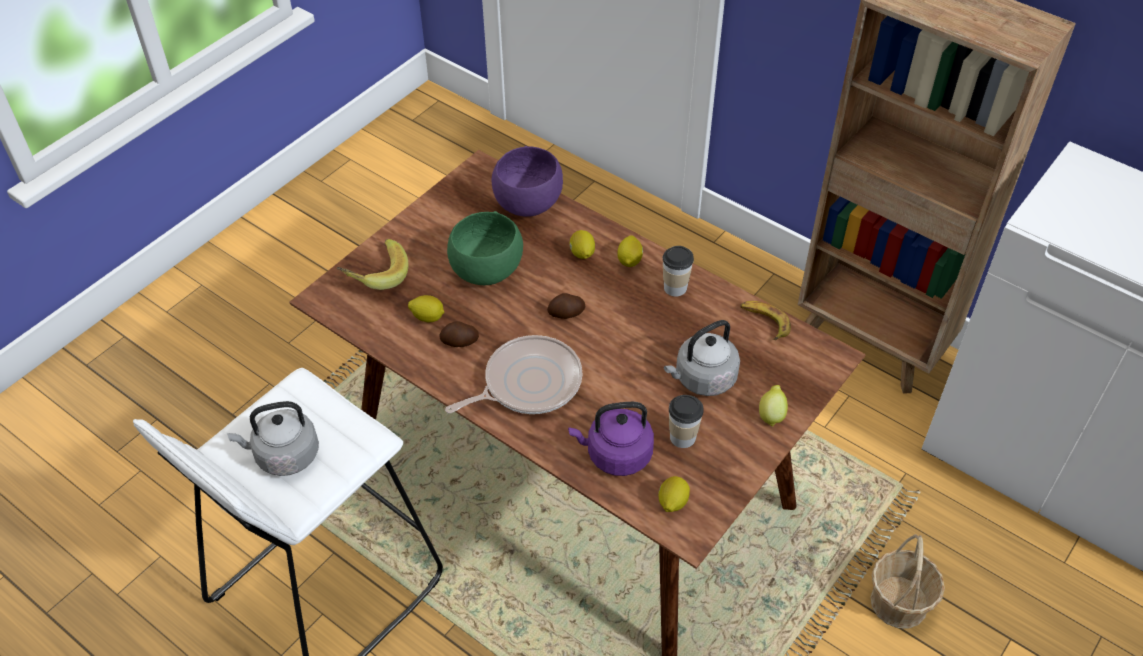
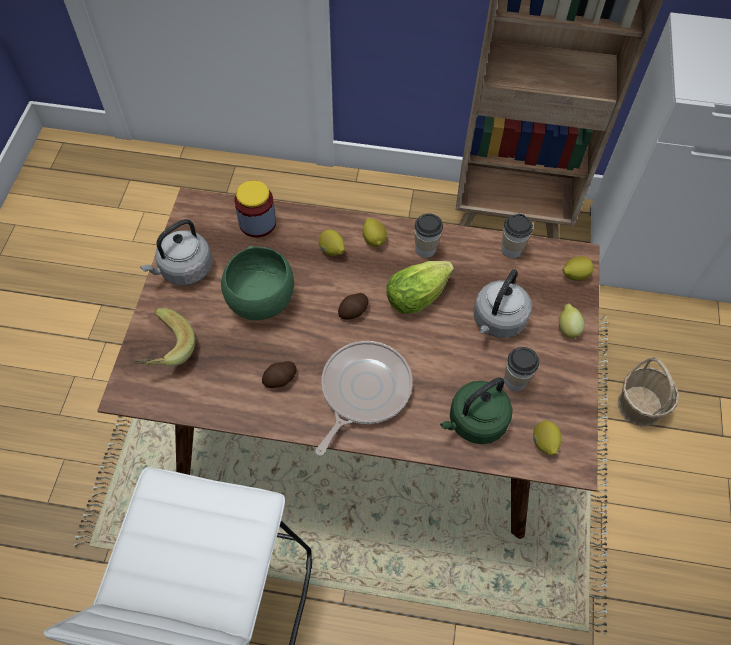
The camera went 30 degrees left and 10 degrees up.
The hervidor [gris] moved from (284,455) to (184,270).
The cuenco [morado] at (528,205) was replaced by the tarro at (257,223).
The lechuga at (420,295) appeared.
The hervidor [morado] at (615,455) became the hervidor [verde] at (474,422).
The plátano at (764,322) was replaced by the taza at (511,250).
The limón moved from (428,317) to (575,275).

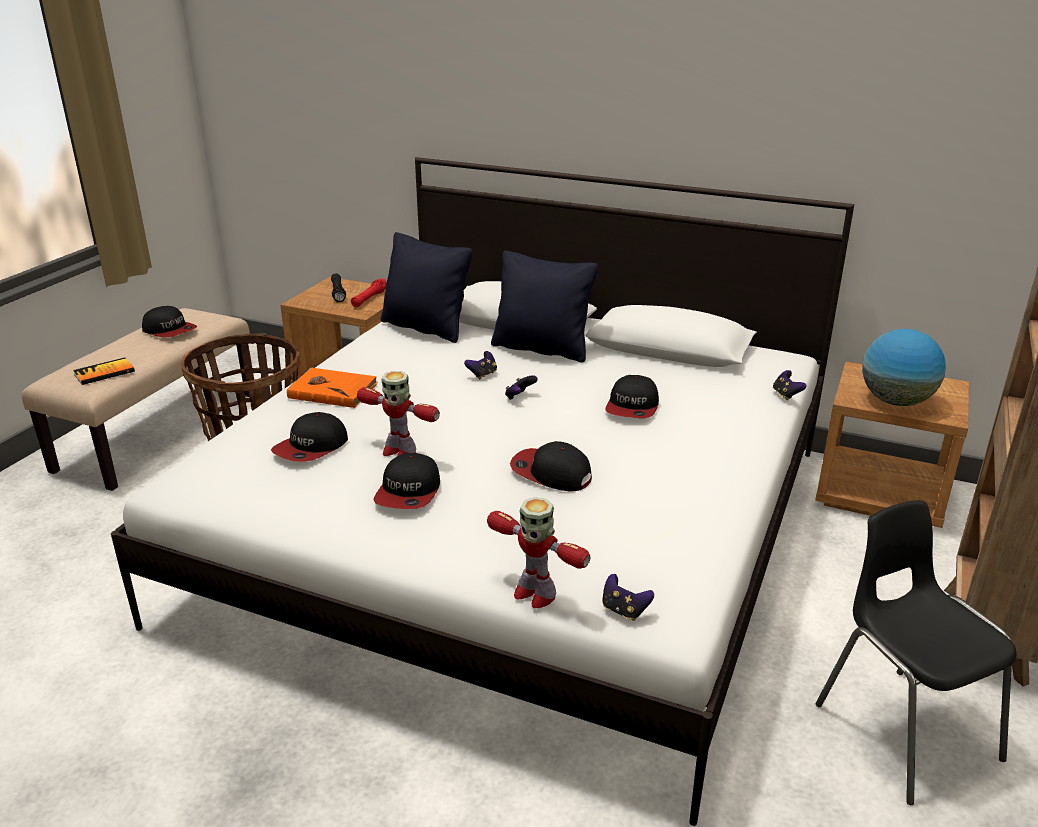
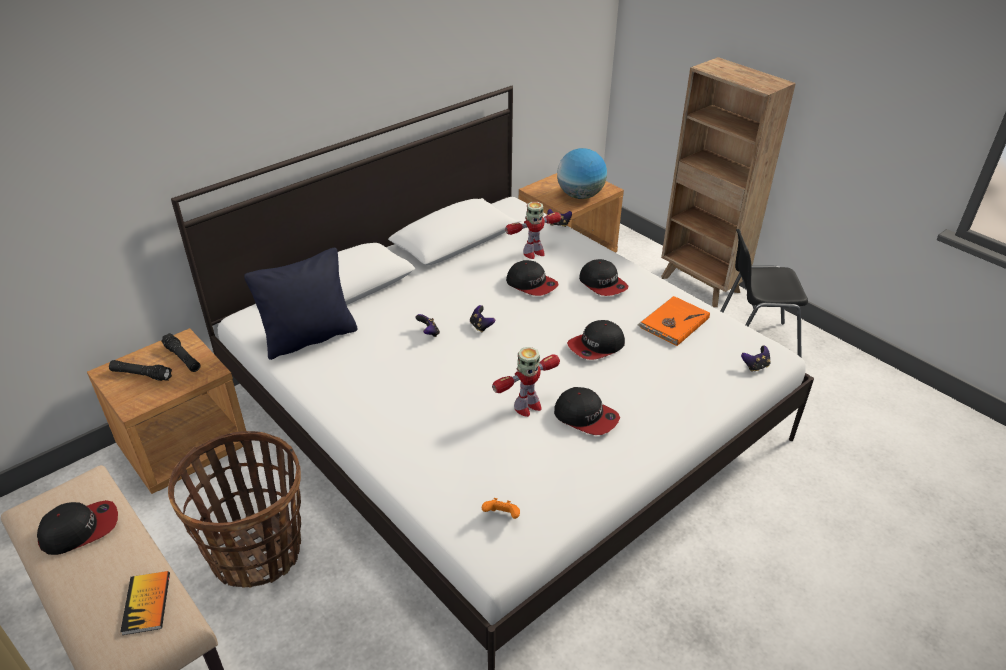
The camera went 65 degrees left and 10 degrees up.
The linterna [rojo] at (369,299) became the linterna [negro] at (183,358).
The mando de consola [naranja] at (502,516) appeared.
The robot de juguete moved from (534,593) to (533,253).
The gorra moved from (311,447) to (603,284).
The libro [naranja] moved from (332,390) to (673,323).
The cojín [negro] at (542,349) disappeared.

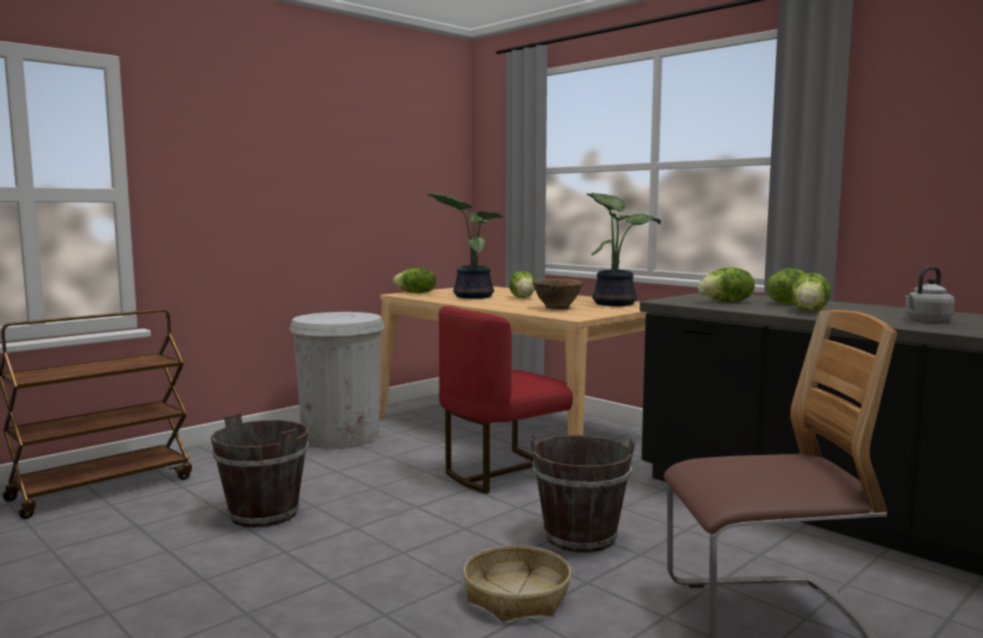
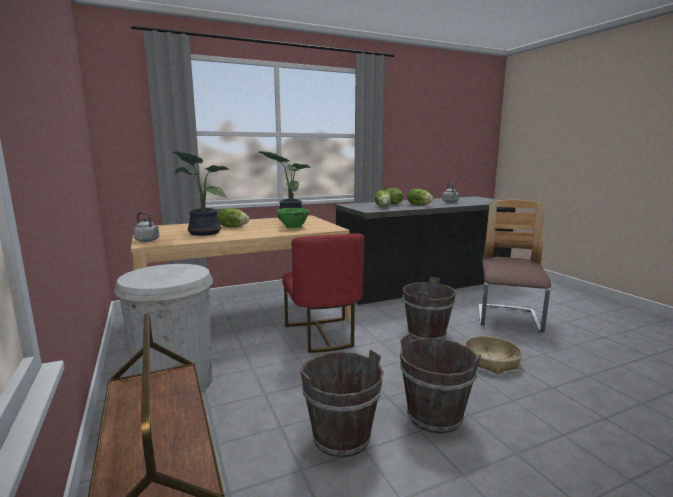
The camera went 70 degrees left and 5 degrees up.
The lechuga at (416,293) was replaced by the hervidor [gris] at (148,240).
The cuenco [marrón] at (557,308) became the cuenco [verde] at (293,227).
The cubo [marrón] at (434,416) appeared.

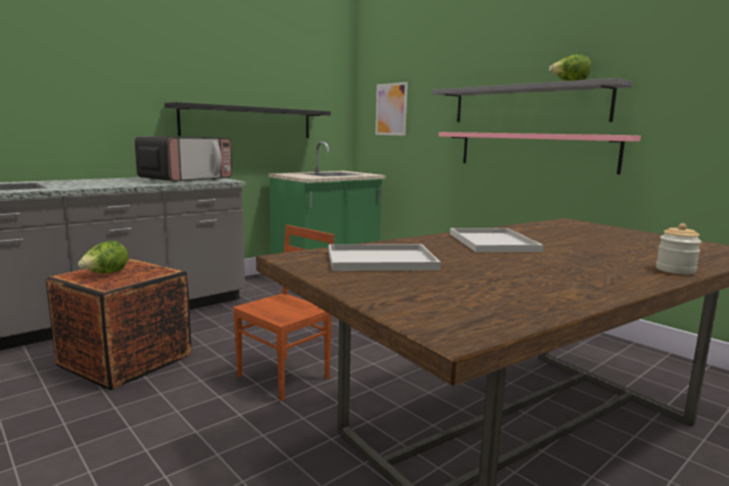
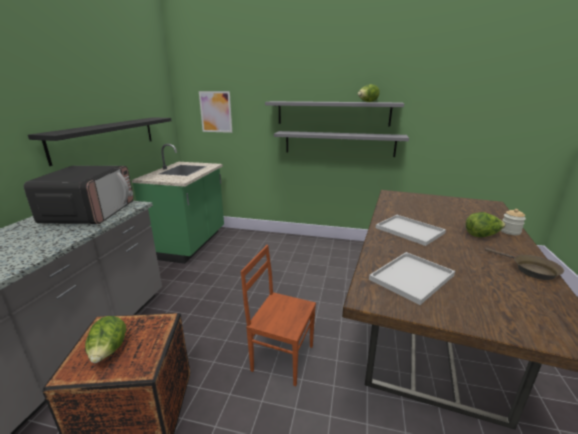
The camera went 35 degrees left and 10 degrees up.
The silla [marrón] at (285,377) turned 75 degrees counterclockwise.
The estante [rosa] at (534,151) became the estante [gris] at (339,143).
The lechuga at (482,235) appeared.
The sartén [marrón] at (531,270) appeared.

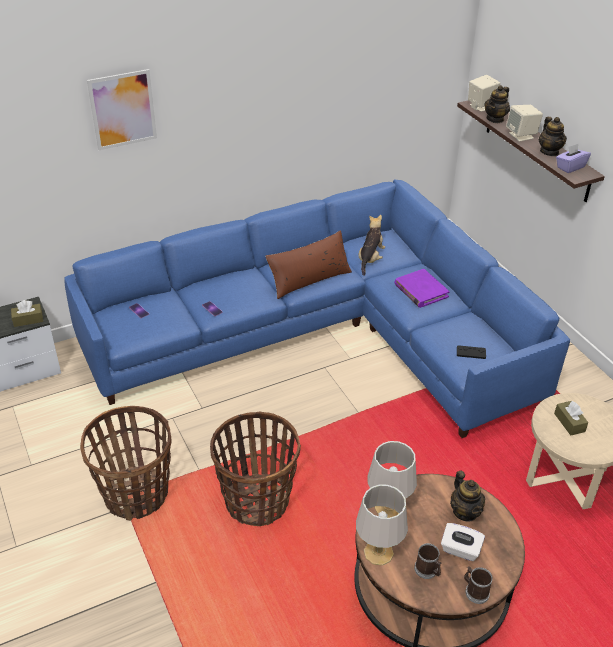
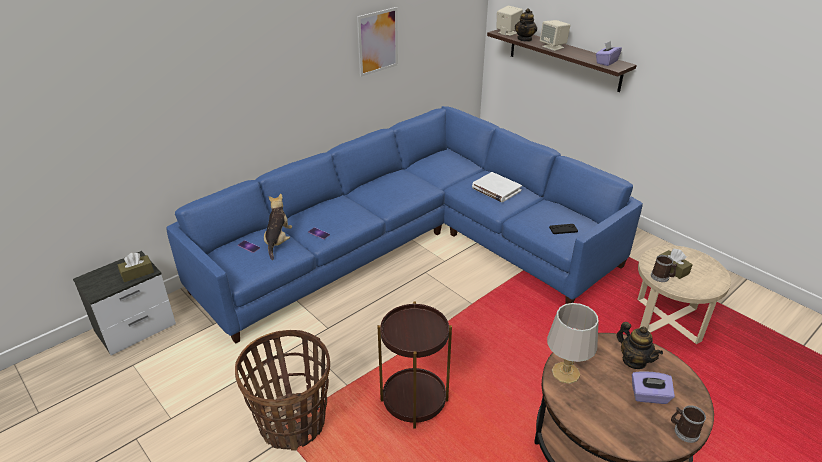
The camera went 15 degrees left and 5 degrees down.
The peluche moved from (370,259) to (278,241).
The cuadro moved from (123,109) to (378,41).
The cesta at (257,500) was replaced by the mesa auxiliar [marrón] at (414,401).
The libro [morado] at (420,290) became the libro [blanco] at (496,189).
The caja de pañuelos [blanco] at (460,550) became the caja de pañuelos [morado] at (649,396).
The taza grande moved from (428,570) to (662,277).
The cojín [marrón] at (309,280) disappeared.
The lámpara de mesa [gris] at (379,552) disappeared.
The tetera at (549,152) disappeared.

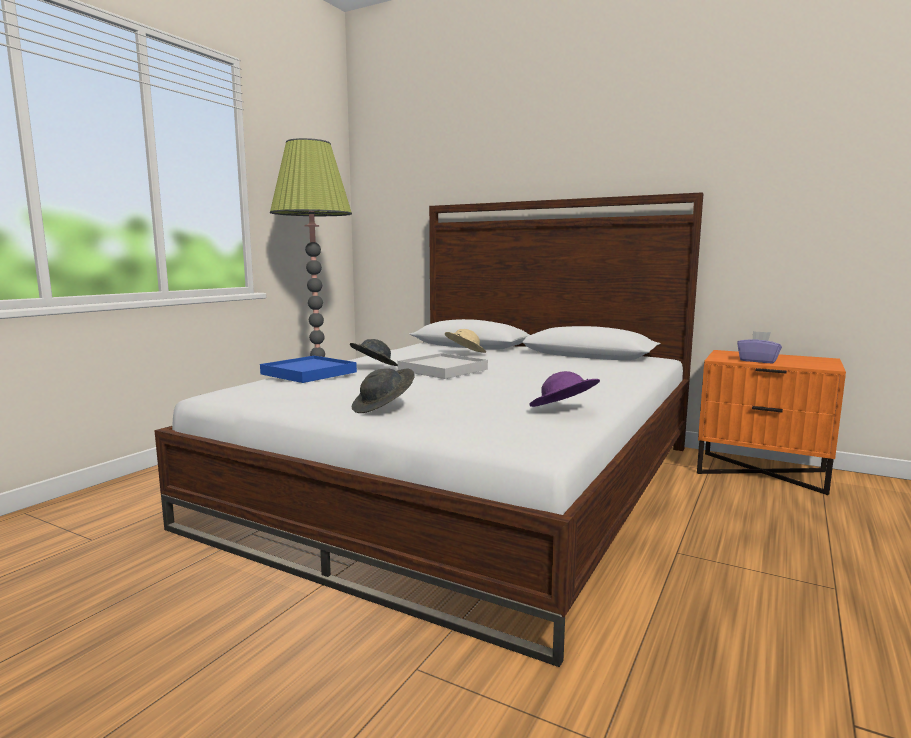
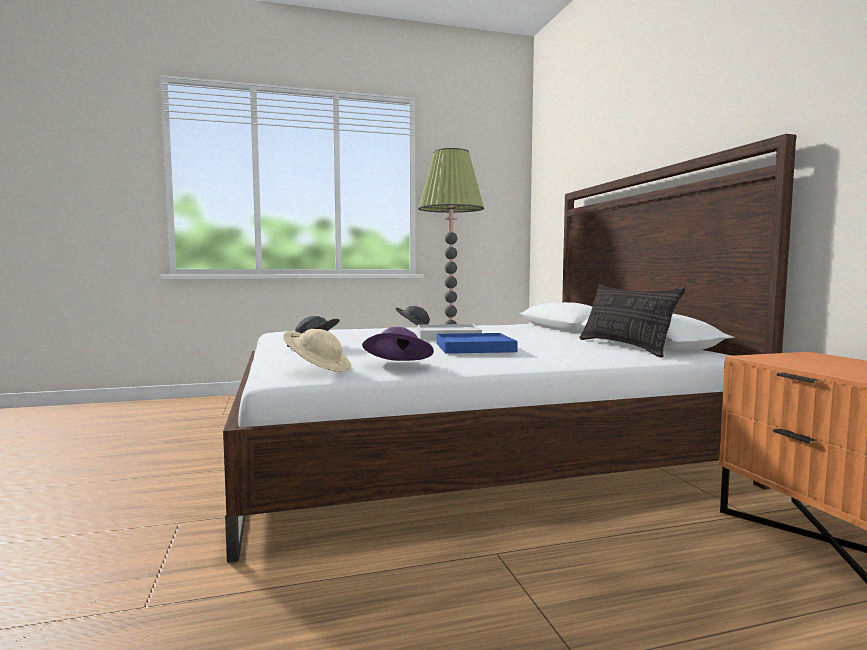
The camera went 45 degrees right and 5 degrees down.
The sombrero [beis] moved from (464,354) to (318,369).
The bandeja [azul] moved from (309,373) to (474,347).
The cojín at (624,347) appeared.
The caja de pañuelos [morado] at (758,361) disappeared.

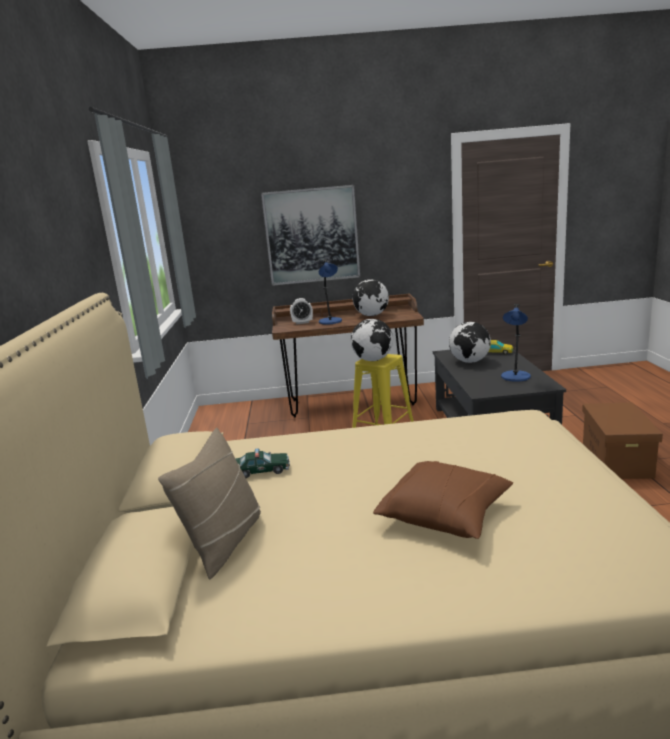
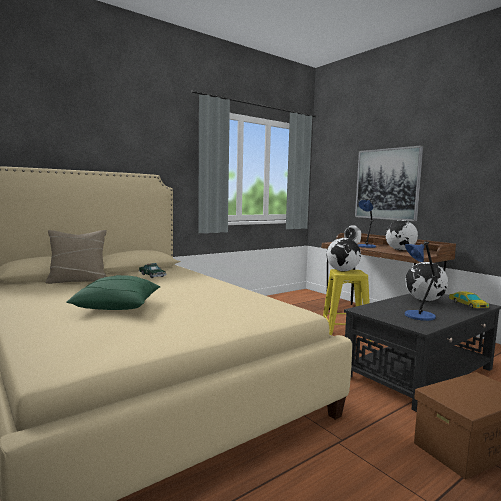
The camera went 55 degrees right and 10 degrees down.
The cojín [marrón] at (445,515) became the cojín [verde] at (117,306).

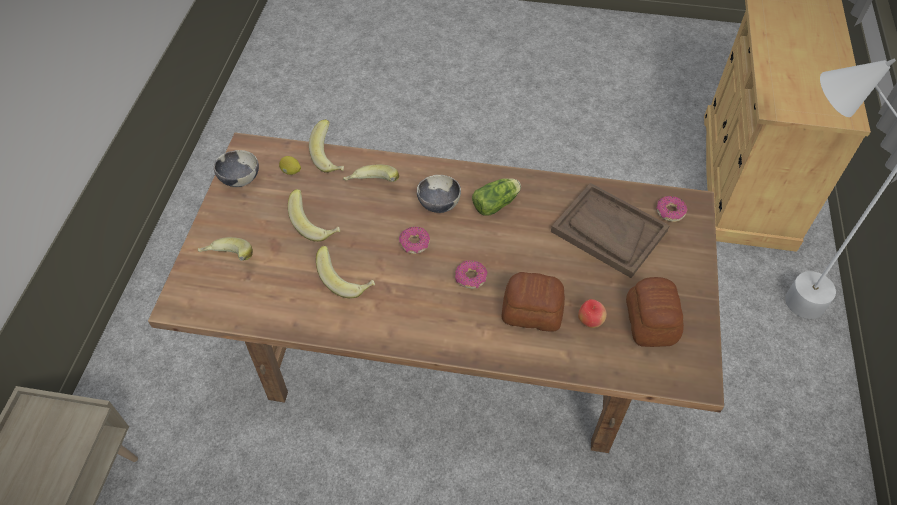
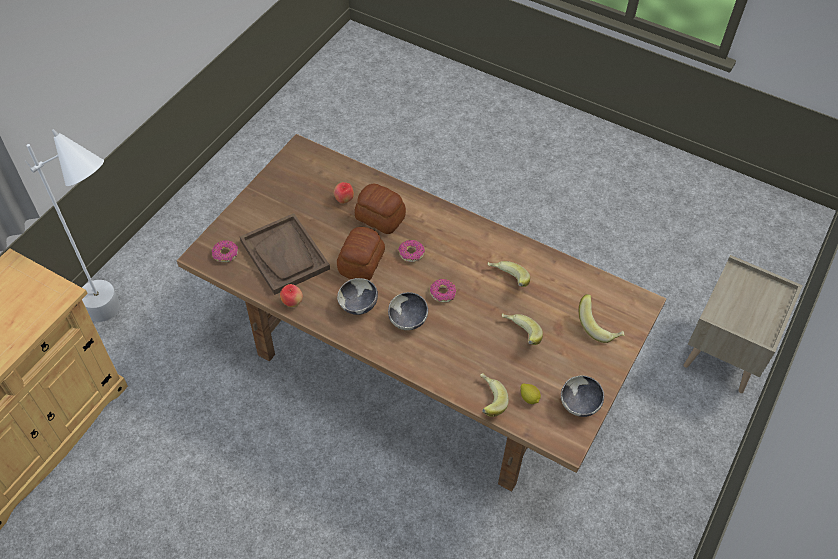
The camera went 160 degrees left and 0 degrees up.
The manzana at (292,302) appeared.
The pan moved from (650,322) to (362,263).
The lechuga at (497,203) was replaced by the cuenco at (358,306).
The plátano at (372,187) disappeared.

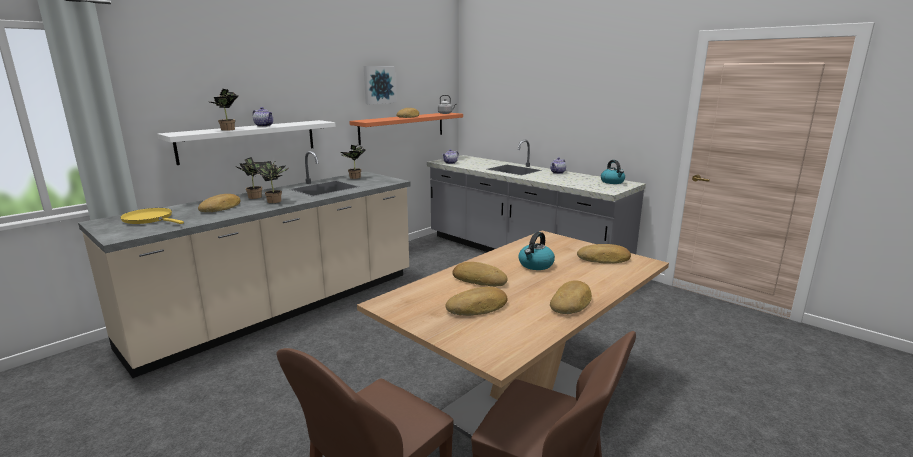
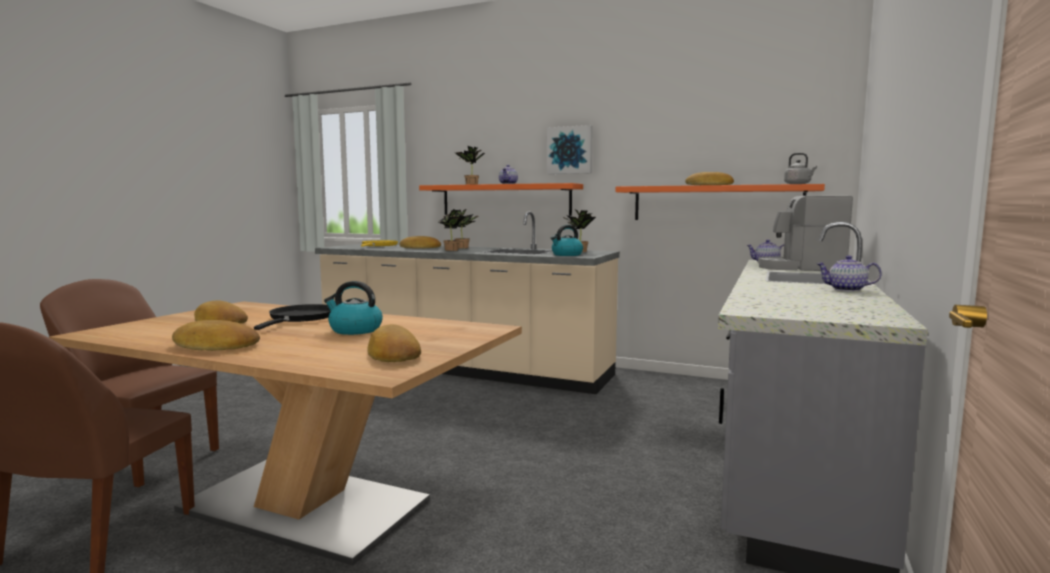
The camera went 70 degrees right and 10 degrees down.
The pan at (479,279) was replaced by the sartén [negro] at (301,318).
The estante [blanco] at (249,141) became the estante [naranja] at (505,200).
The cuadro moved from (379,84) to (570,150).
The hervidor moved from (612,182) to (566,255).
The cafetera at (800,268) appeared.

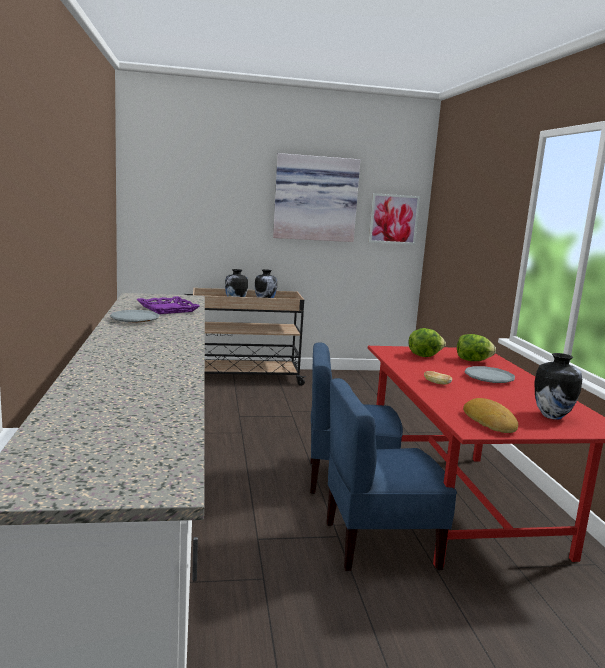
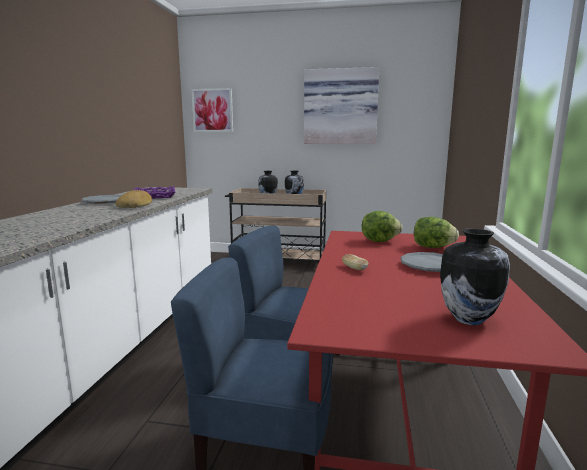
The camera went 20 degrees right and 0 degrees up.
The pan moved from (490,421) to (135,205).
The cuadro moved from (393,219) to (212,110).

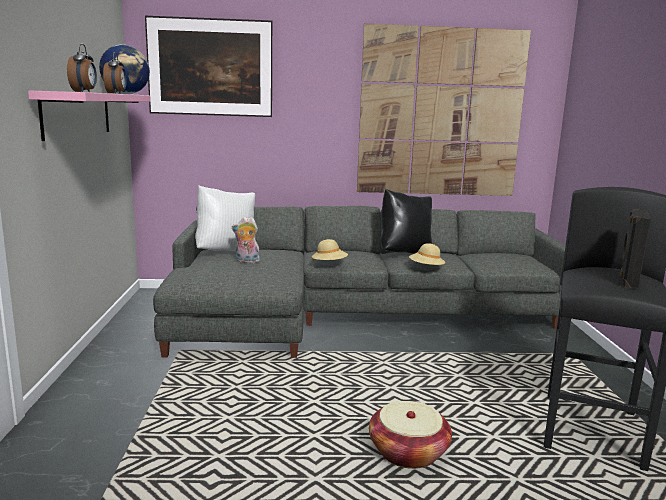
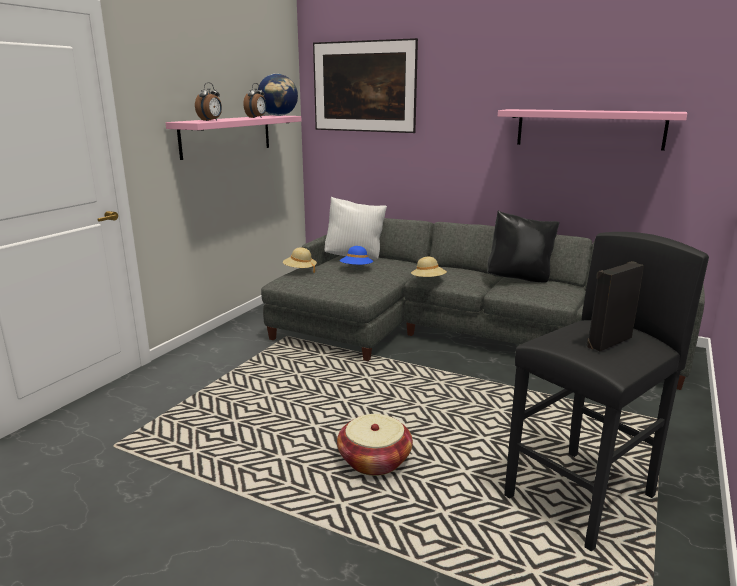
The camera went 30 degrees right and 5 degrees up.
The sombrero [beis] moved from (426,268) to (300,270).
The peluche at (246,261) was replaced by the sombrero [azul] at (356,269).
The cuadro at (440,113) was replaced by the estante [rosa] at (589,129).

